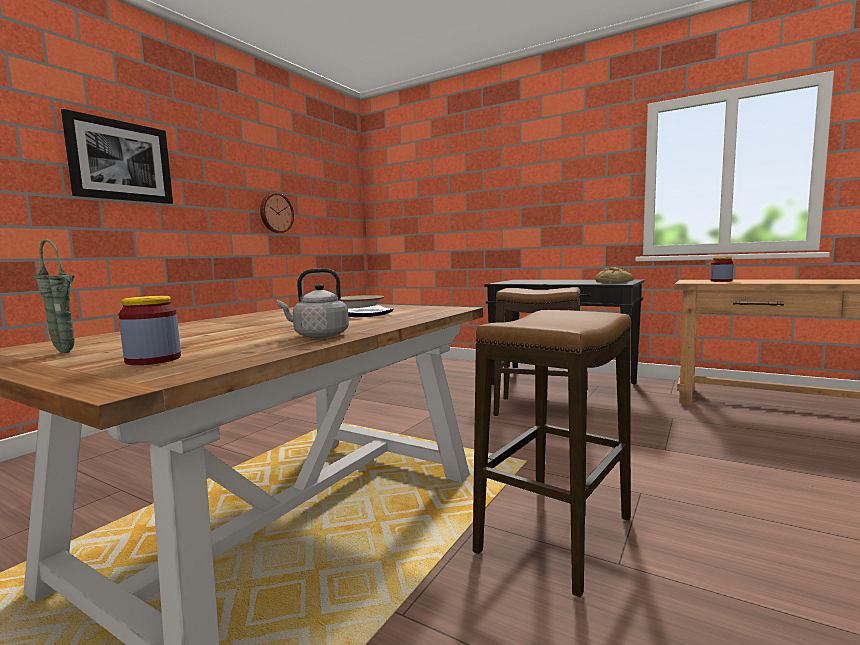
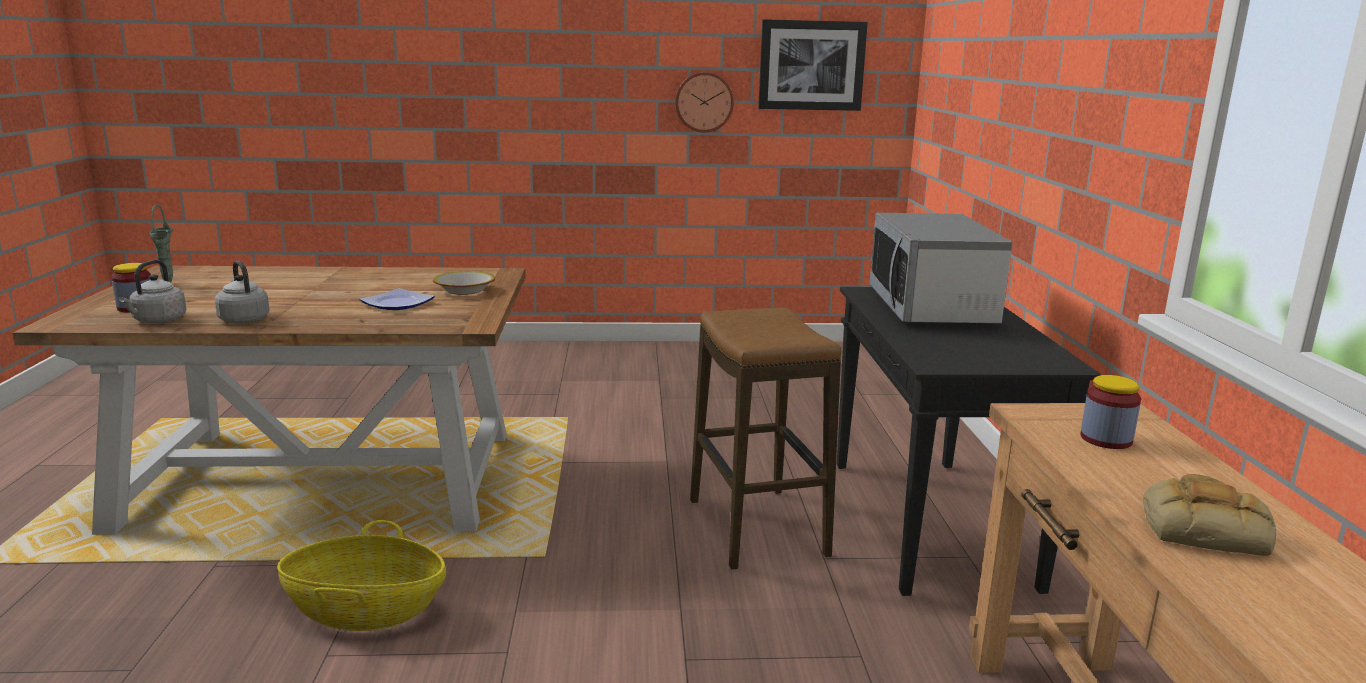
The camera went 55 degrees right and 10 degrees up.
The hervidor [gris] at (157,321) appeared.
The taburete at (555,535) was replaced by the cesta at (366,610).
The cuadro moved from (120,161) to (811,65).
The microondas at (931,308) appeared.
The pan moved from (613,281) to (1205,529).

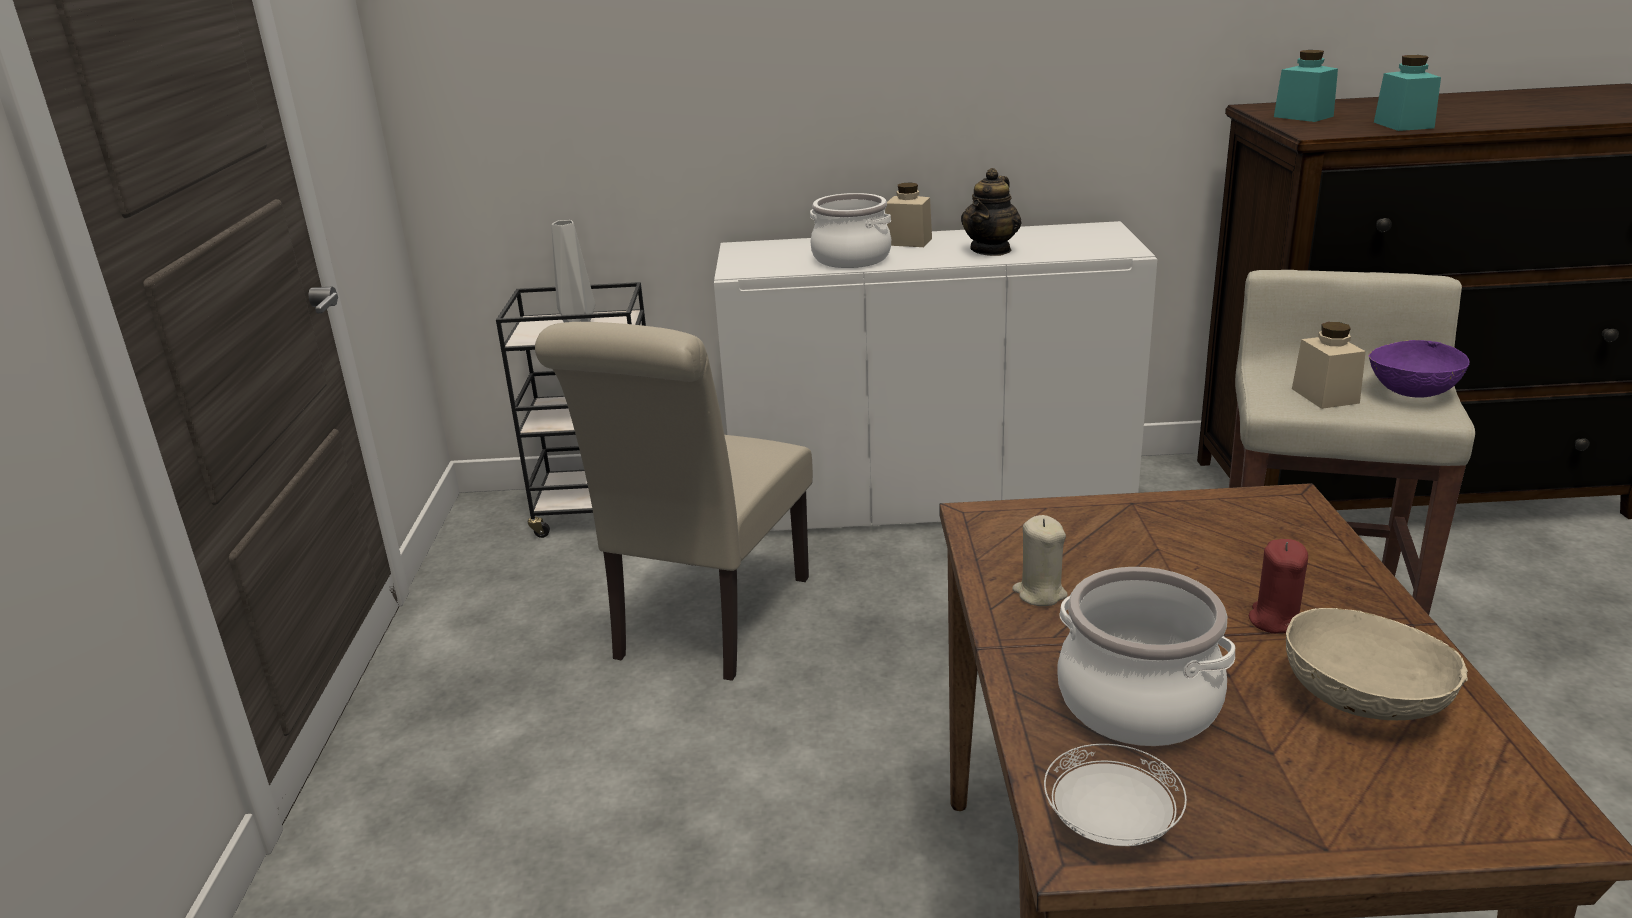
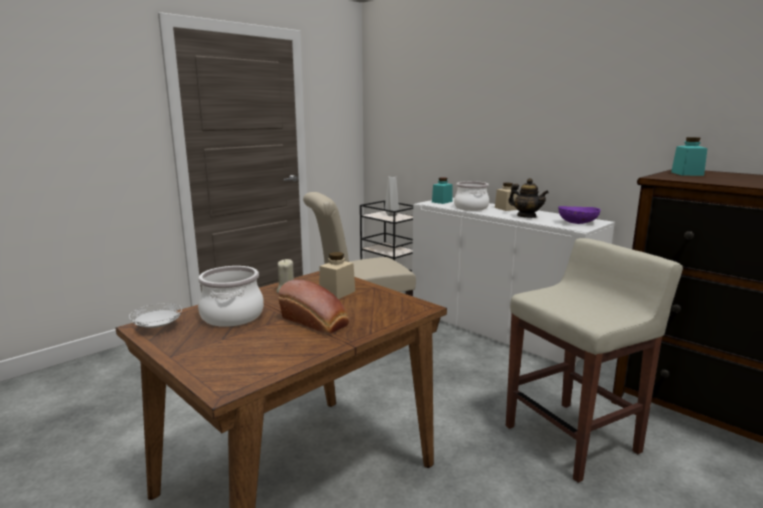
The camera went 45 degrees right and 10 degrees down.
The vela [rojo] at (1274,620) was replaced by the pan at (316,322).
The tarro [beis] moved from (1325,396) to (337,293).
The tarro [turquesa] moved from (1403,125) to (442,202).
The tetera at (991,250) turned 120 degrees counterclockwise.
The cuenco [morado] moved from (1412,391) to (577,223).
The cuenco [beis] at (1364,700) disappeared.

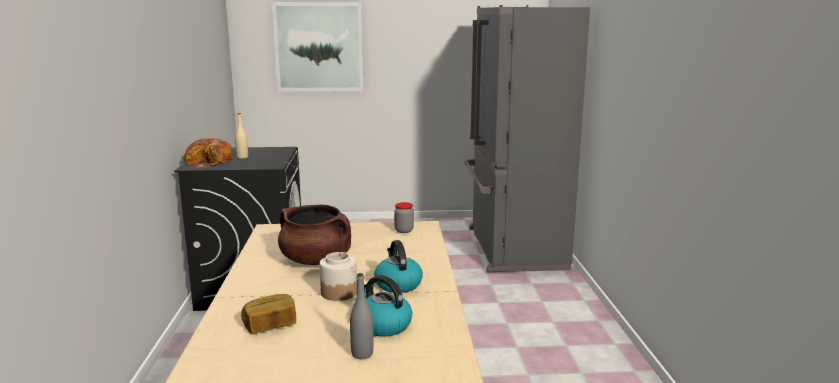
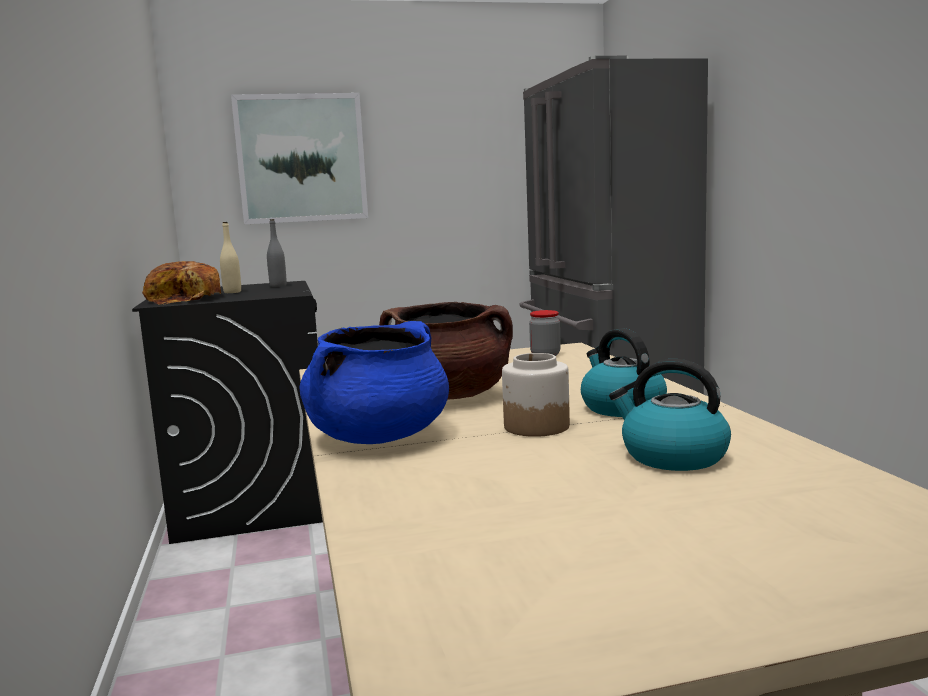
The camera went 10 degrees left and 5 degrees down.
The botella [gris] moved from (362,354) to (278,286).
The olla [azul] at (379,437) appeared.
The pan at (270,325) disappeared.

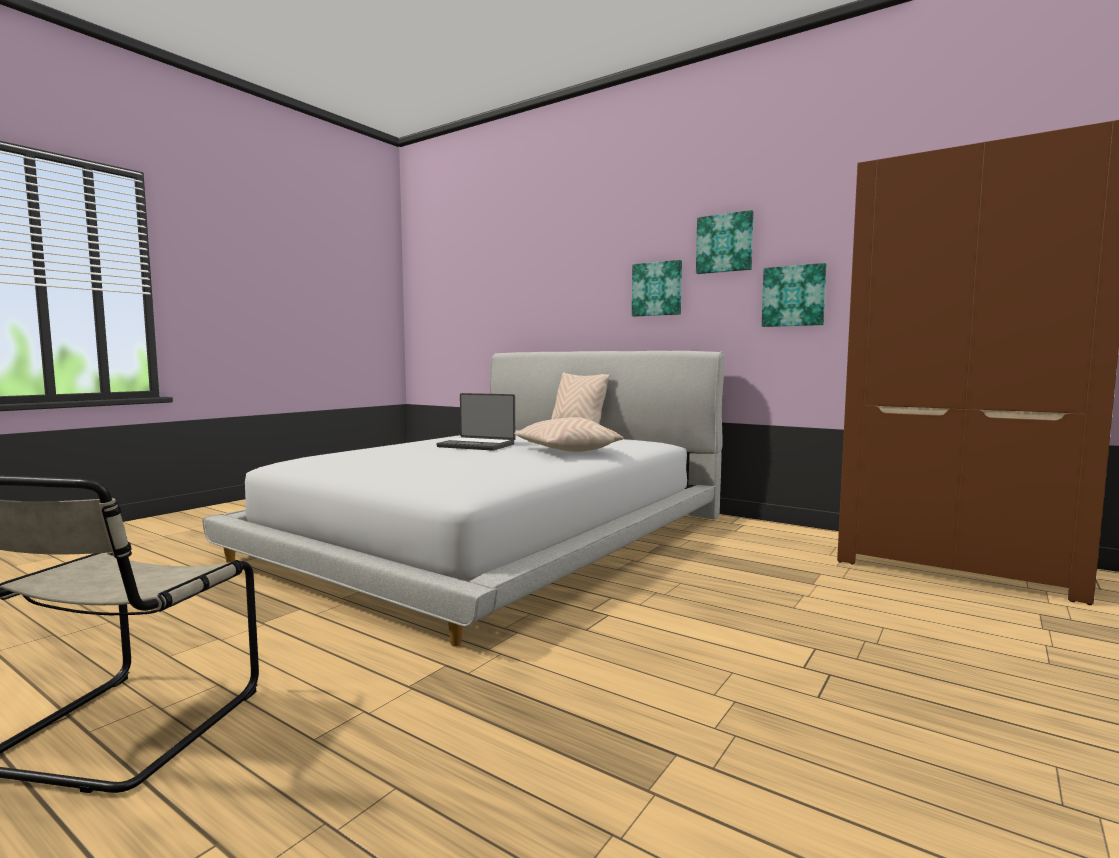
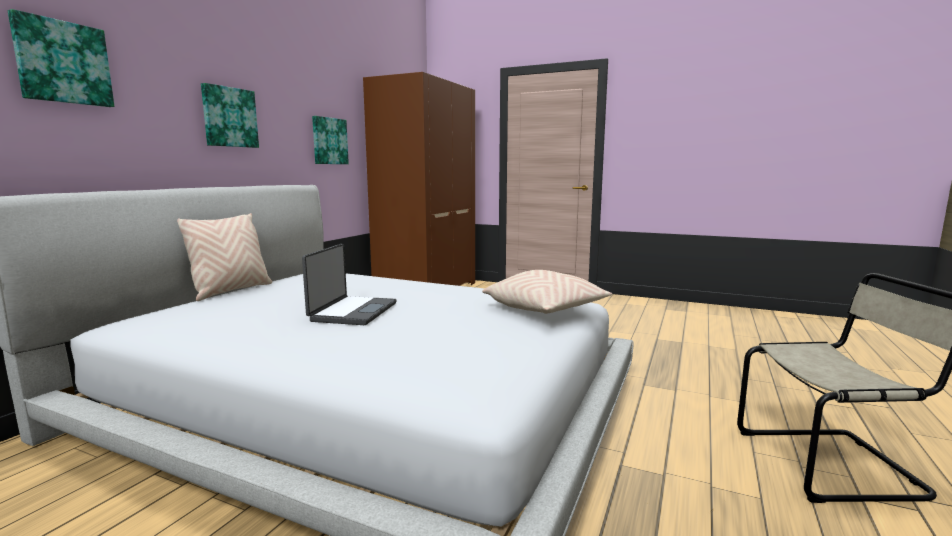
The camera went 100 degrees left and 5 degrees up.
The cuadro moved from (725,243) to (62,62).
The cojín [beis] moved from (566,451) to (546,310).

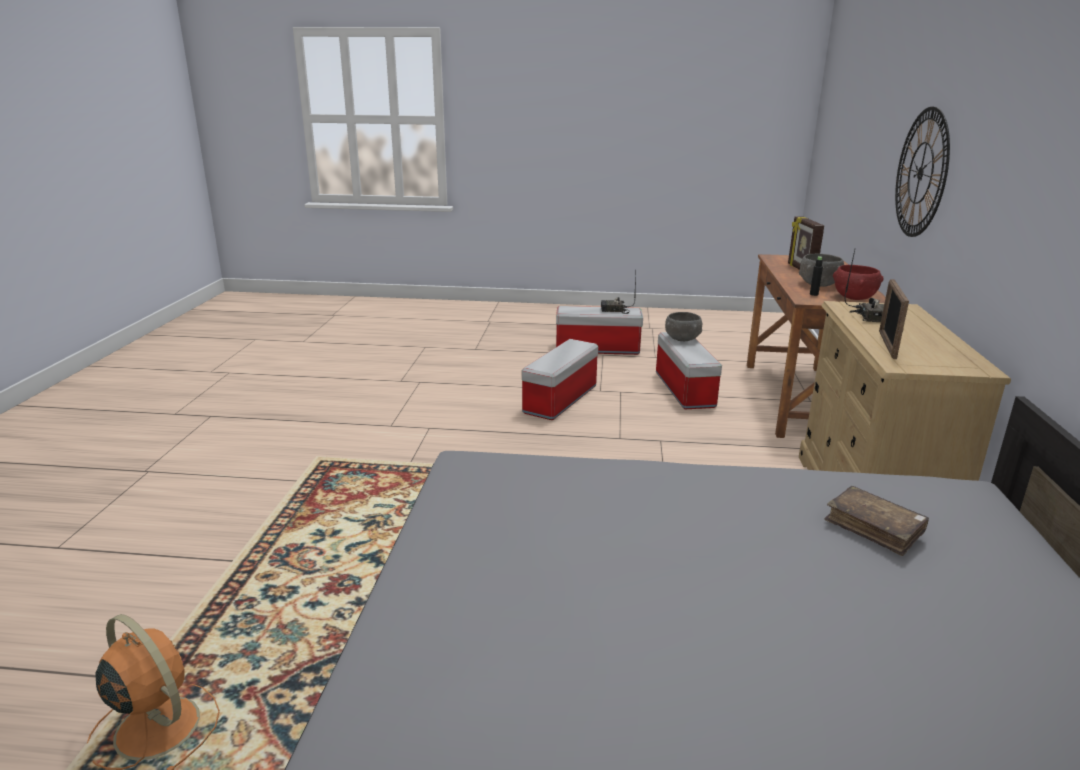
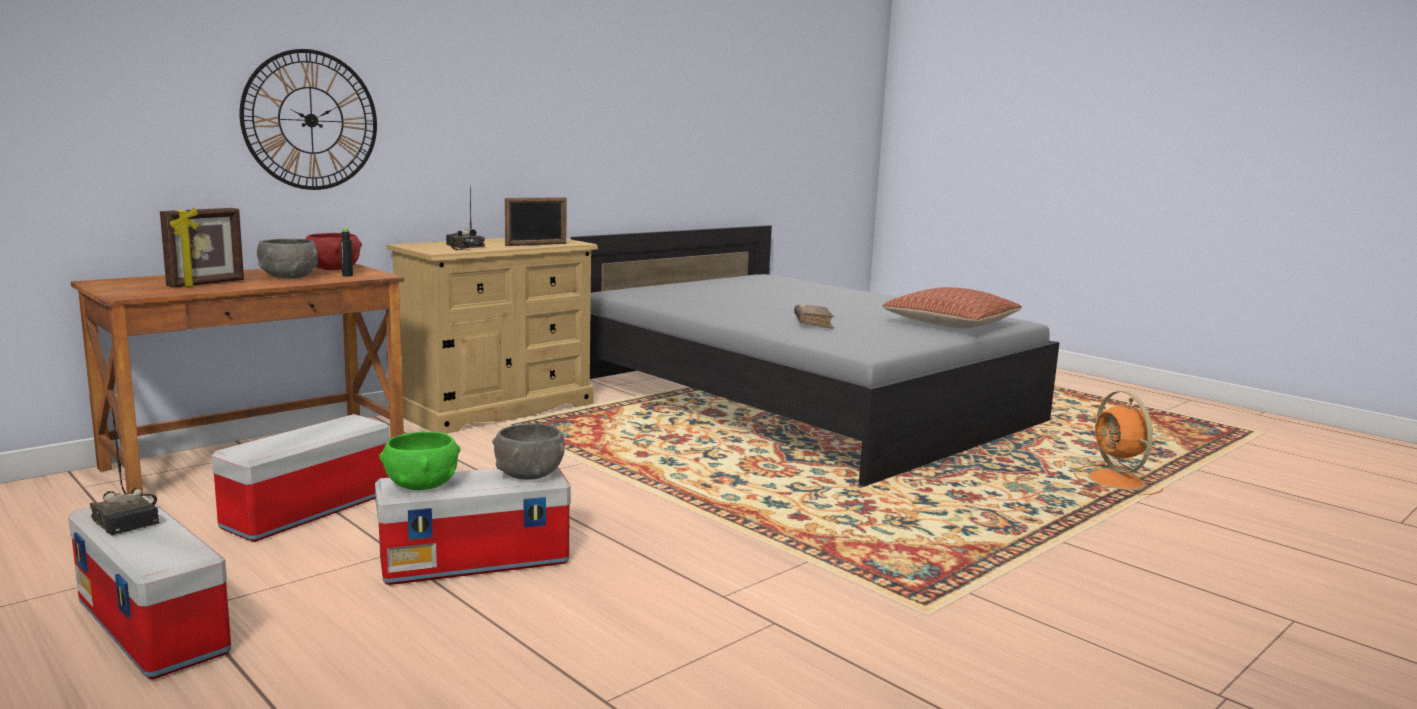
The camera went 140 degrees left and 10 degrees down.
The cuenco [verde] at (421,485) appeared.
The cuenco [gris] moved from (682,339) to (529,475).
The libro [marrón] moved from (874,528) to (813,323).
The cojín at (950,325) appeared.

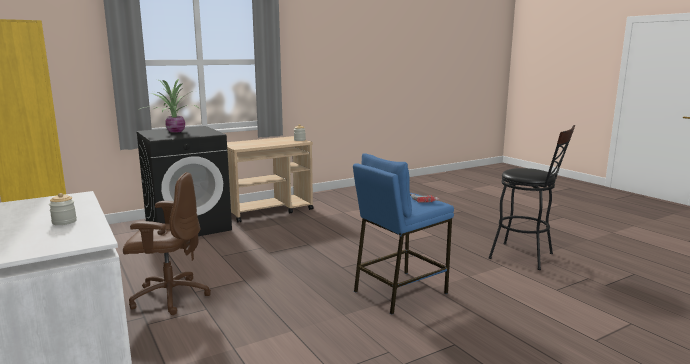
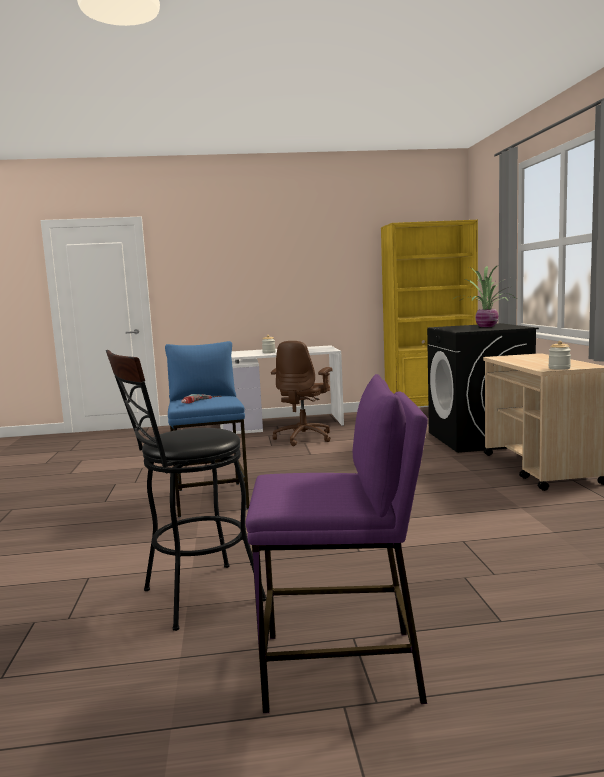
The camera went 115 degrees right and 5 degrees down.
The taburete [morado] at (342,668) appeared.

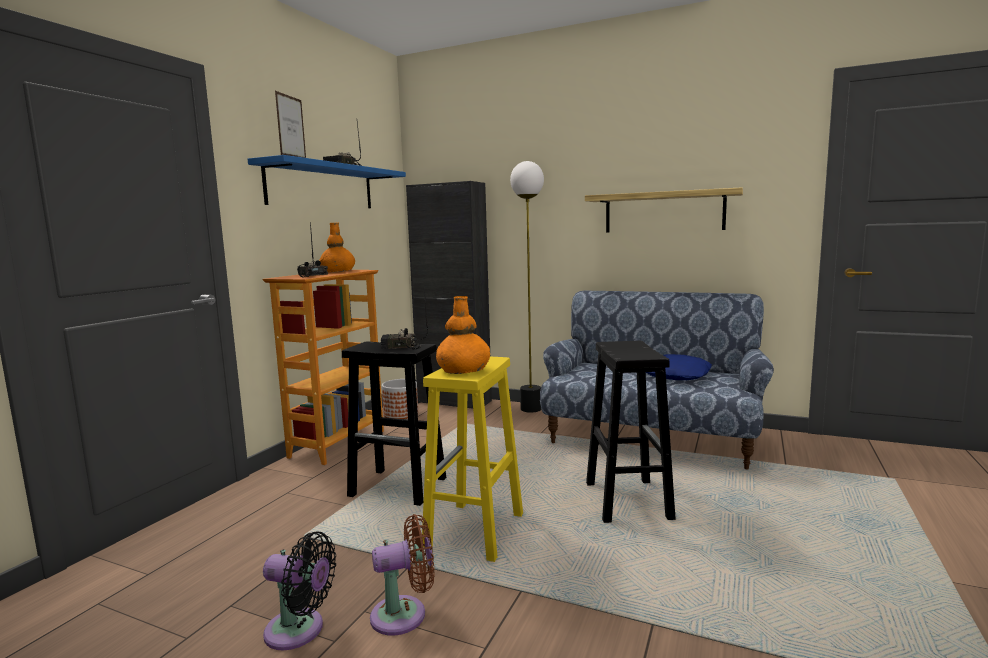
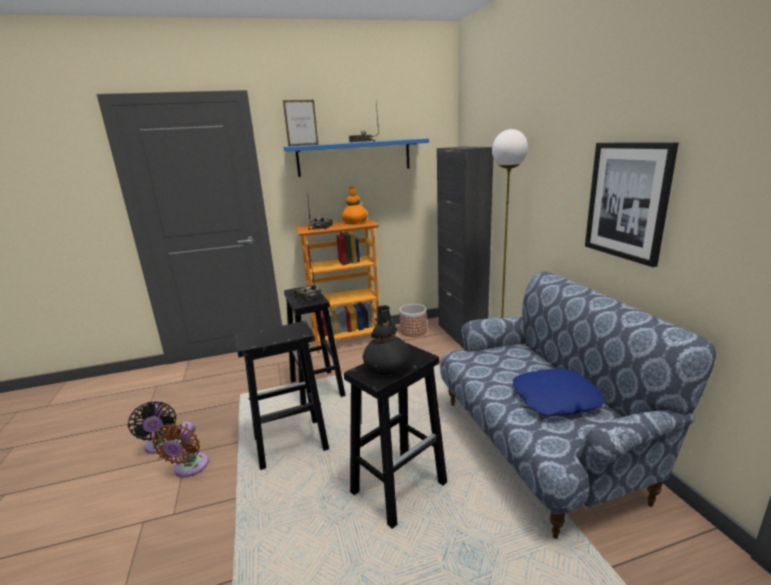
The camera went 50 degrees right and 10 degrees up.
The ventilador [marrón] at (404,614) turned 60 degrees clockwise.
The taburete [amarillo] at (474,532) became the taburete [negro] at (289,443).
The florero [negro] at (387,367) appeared.
The estante at (663,212) was replaced by the cuadro at (627,201).
The florero [naranja] at (463,370) disappeared.

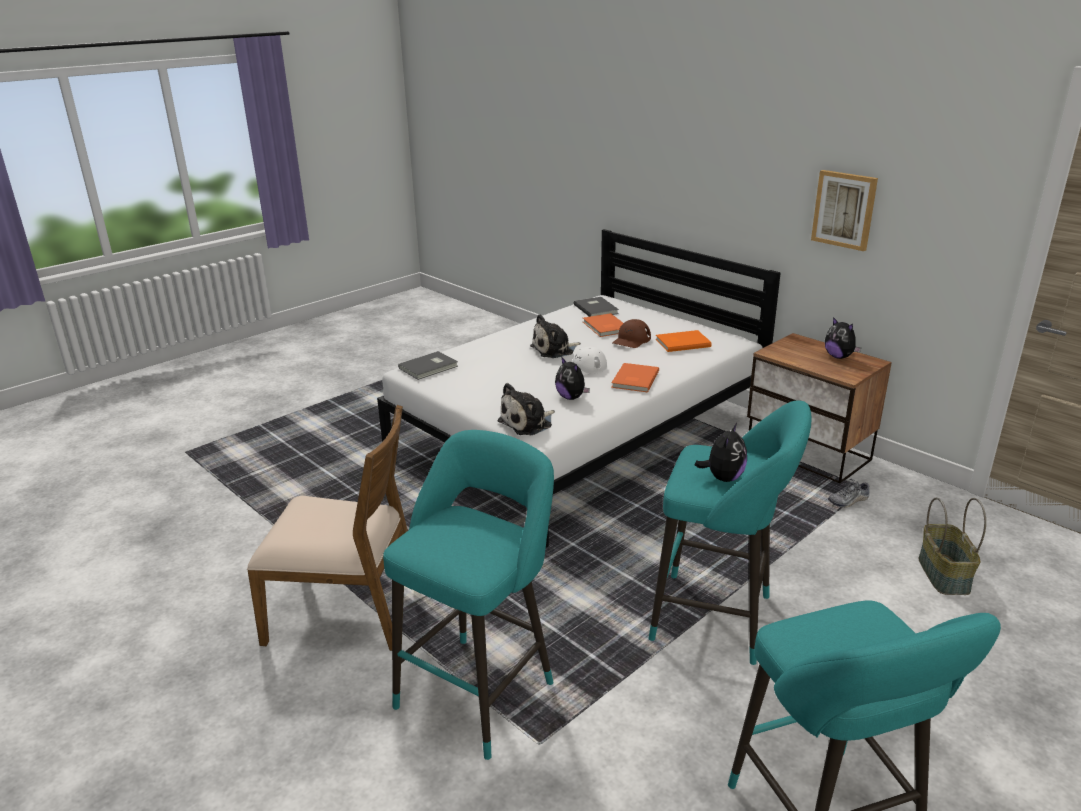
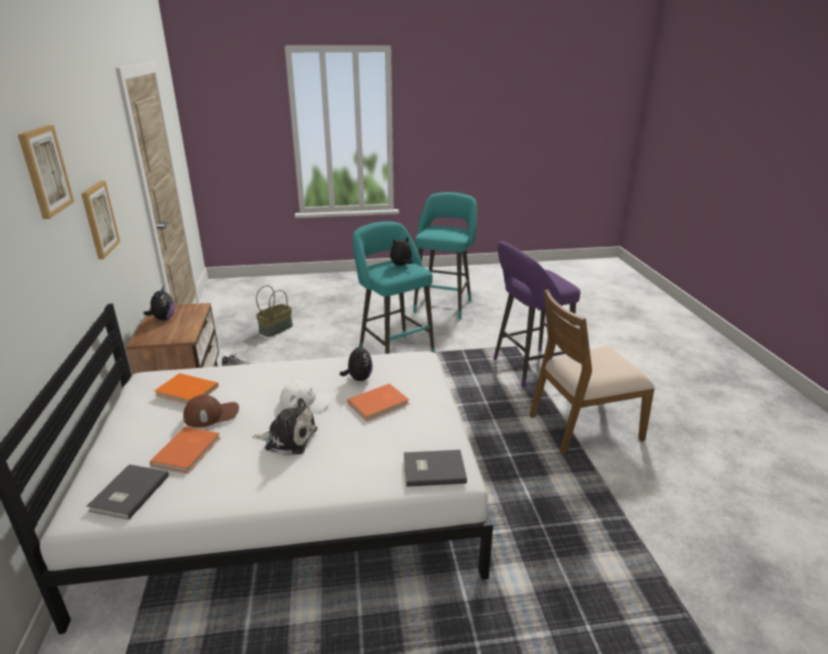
The camera went 145 degrees left and 0 degrees up.
The cuadro at (45,171) appeared.
The libro [naranja] moved from (633,379) to (380,404).
The taburete [turquesa] at (480,689) became the taburete [morado] at (527,369).
The silla [marrón] at (346,612) turned 60 degrees counterclockwise.
The peluche at (528,423) disappeared.

